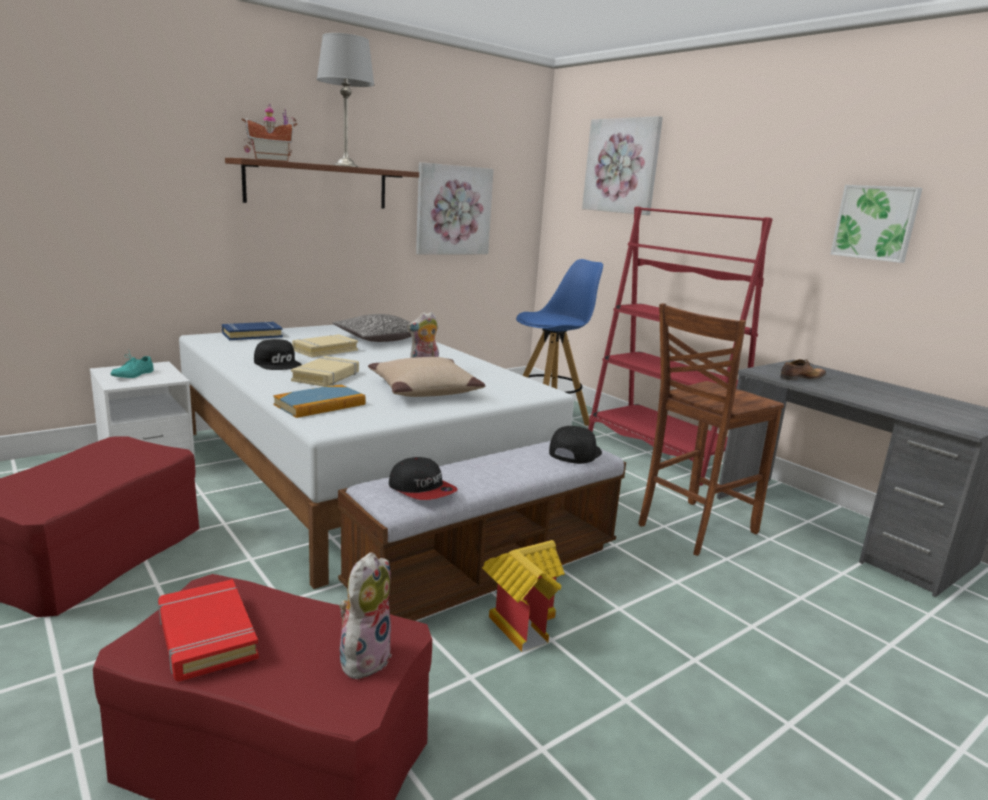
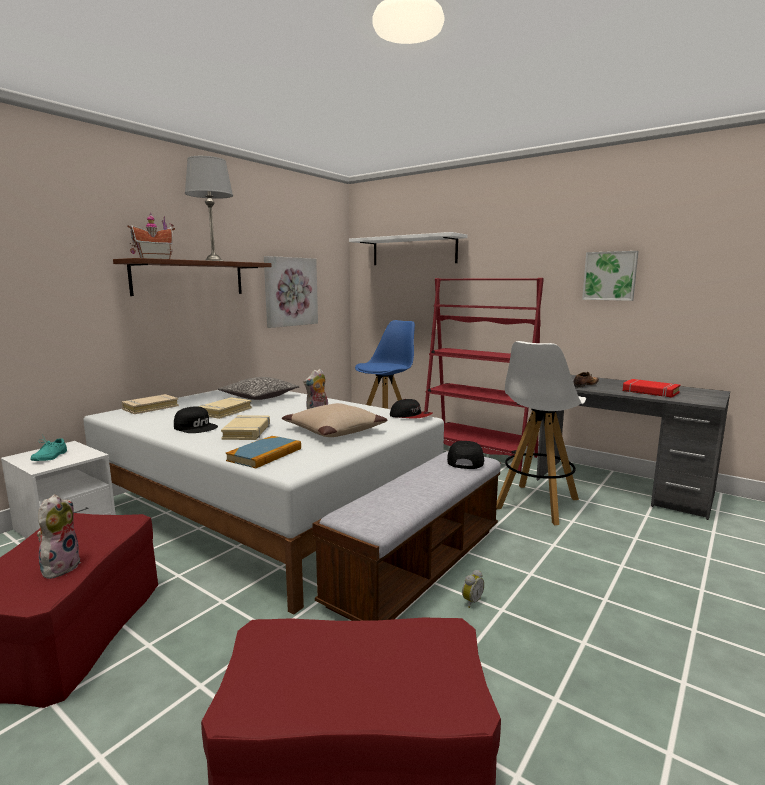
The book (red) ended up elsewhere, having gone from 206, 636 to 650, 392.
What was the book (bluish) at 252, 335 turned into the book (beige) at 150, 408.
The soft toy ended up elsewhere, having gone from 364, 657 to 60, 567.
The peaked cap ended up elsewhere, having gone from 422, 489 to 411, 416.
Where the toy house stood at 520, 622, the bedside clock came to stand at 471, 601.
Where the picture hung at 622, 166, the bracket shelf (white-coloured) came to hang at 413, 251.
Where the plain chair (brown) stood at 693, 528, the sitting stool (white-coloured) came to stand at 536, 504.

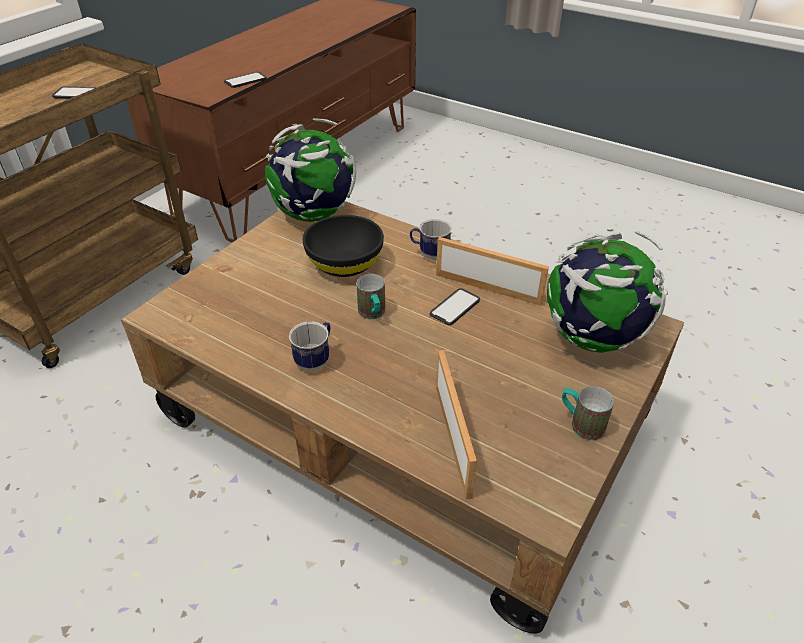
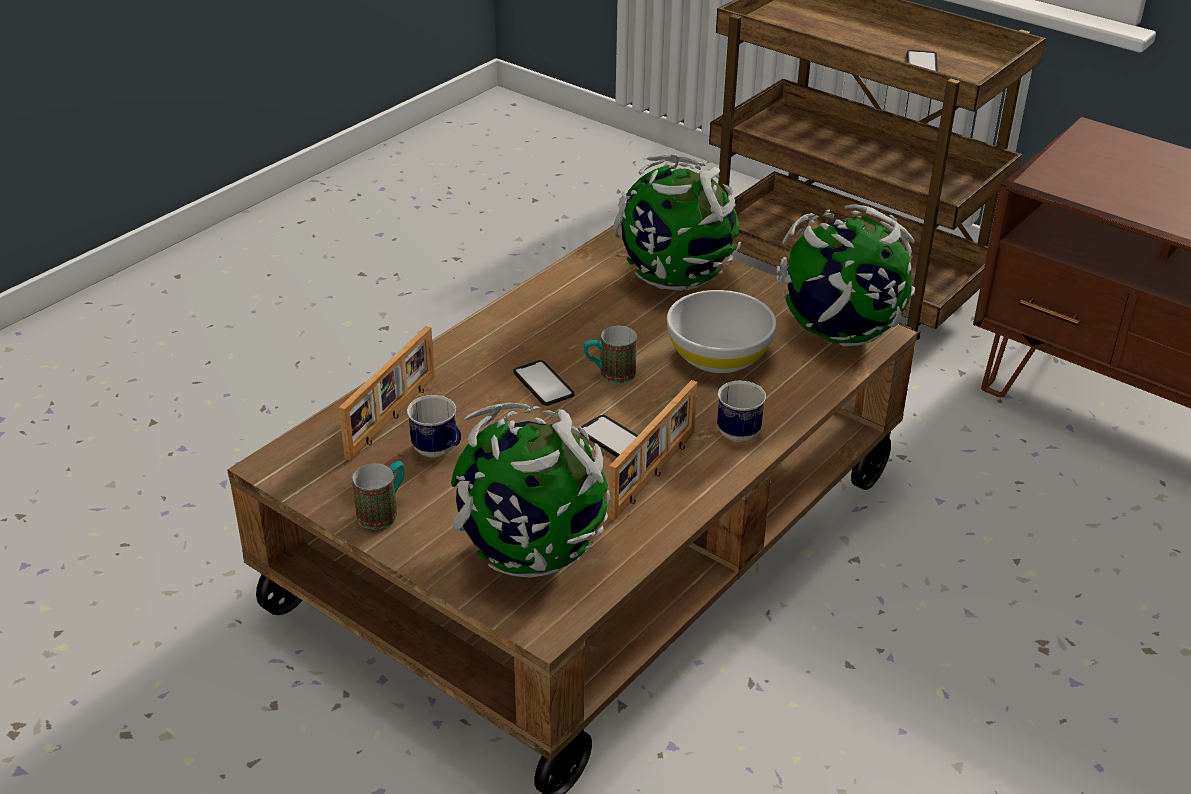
The telephone ended up elsewhere, having gone from 245, 80 to 543, 384.
The coffee mug ended up elsewhere, having gone from 315, 359 to 439, 451.
What was the serving bowl (black) at 344, 264 turned into the serving bowl (white-coloured) at 718, 356.
The picture frame at 455, 438 ended up facing another way, 60 degrees counterclockwise from before.
The second view gained the desk globe at 674, 279.

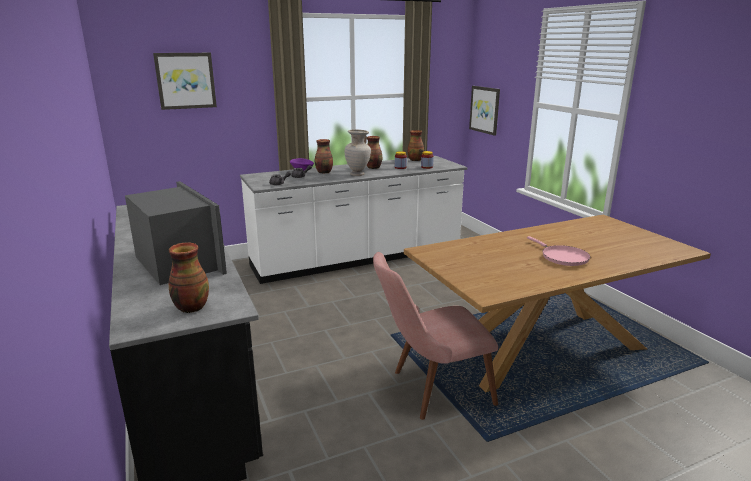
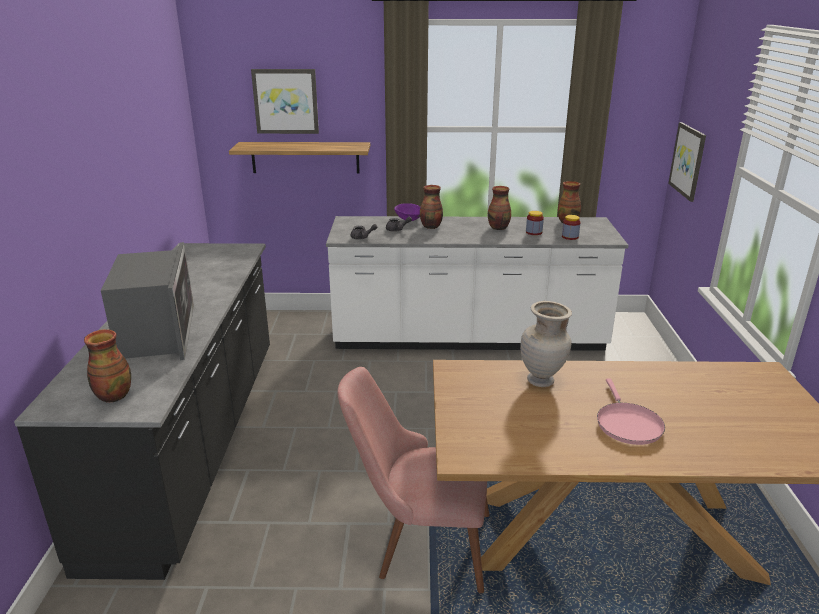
The decorative vase (beige) ended up elsewhere, having gone from 358, 174 to 541, 381.
The second view gained the bracket shelf at 305, 157.

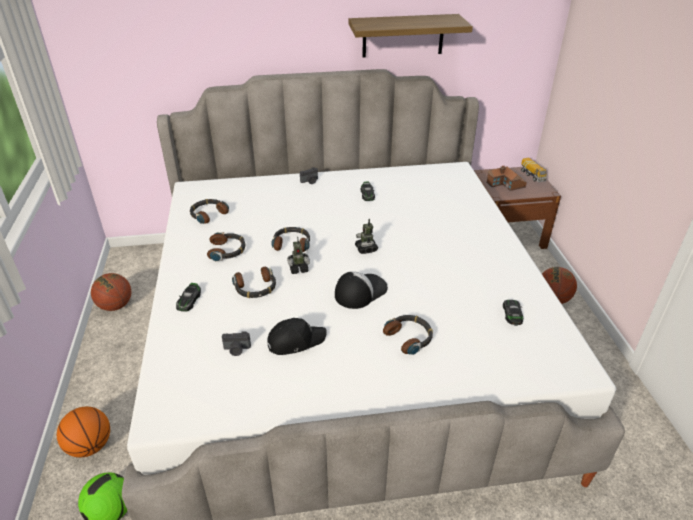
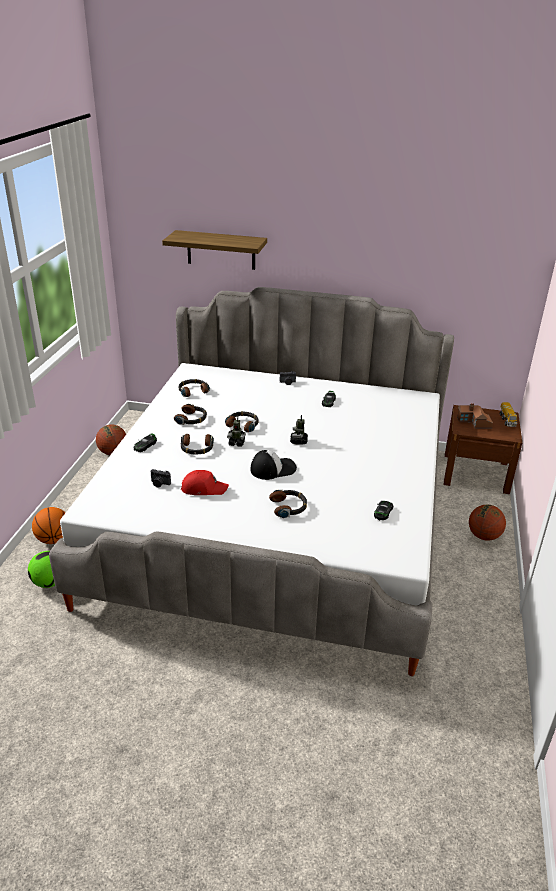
What was the peaked cap (black) at 295, 341 turned into the peaked cap (red) at 203, 488.
The bracket shelf ended up elsewhere, having gone from 403, 35 to 221, 250.

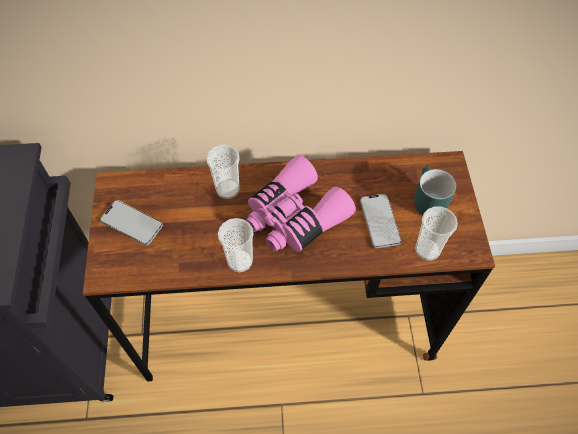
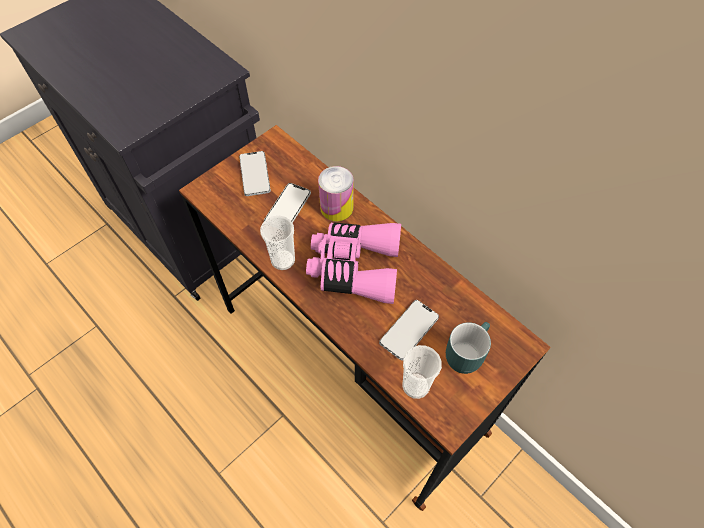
Where the cup stood at 228, 189, the can came to stand at 336, 207.
The second view gained the telephone at 287, 207.

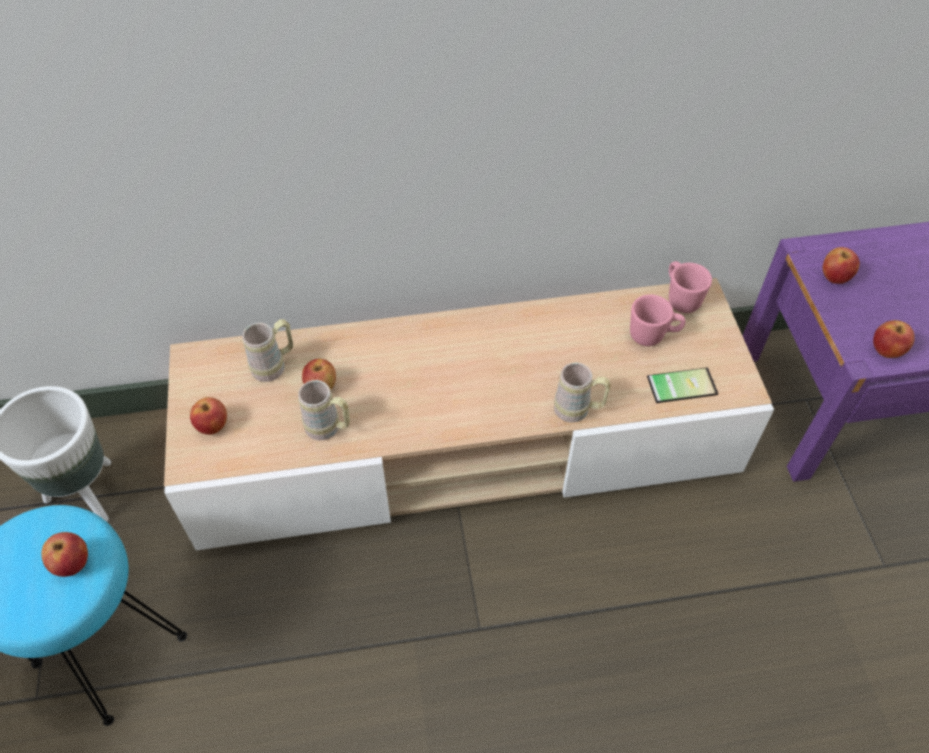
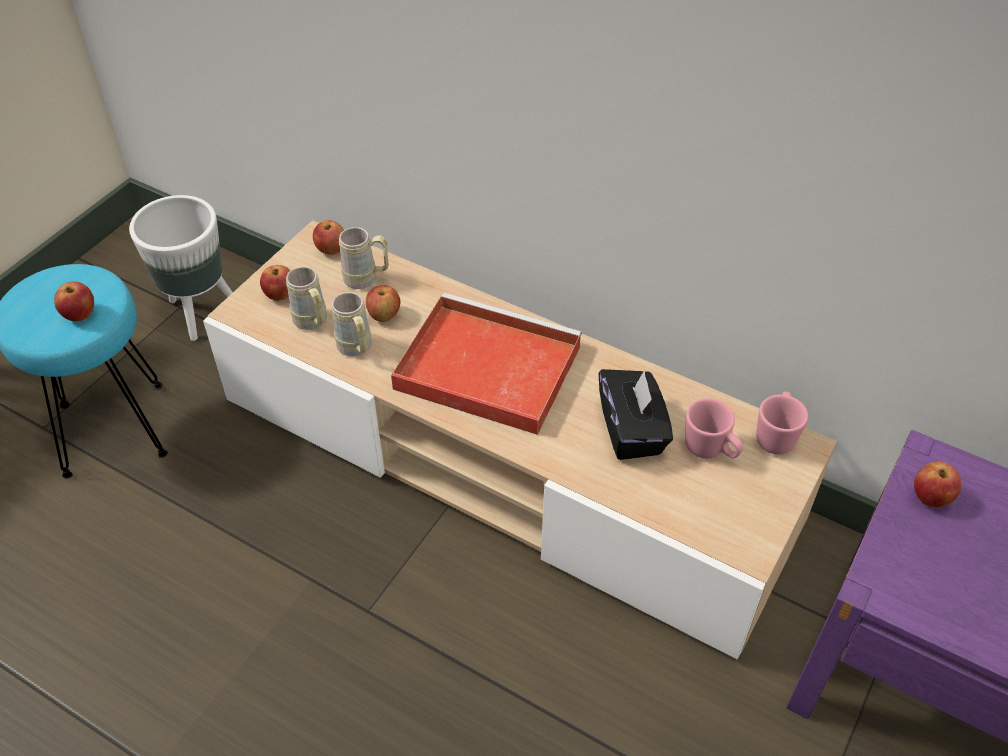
The coffee mug (beige) ended up elsewhere, having gone from 578, 411 to 313, 323.
The second view lost the telephone at 681, 382.
The whole apple ended up elsewhere, having gone from 886, 351 to 331, 250.
The second view gained the carrying tray (red) at 484, 367.
The second view gained the tissue box (black) at 632, 430.

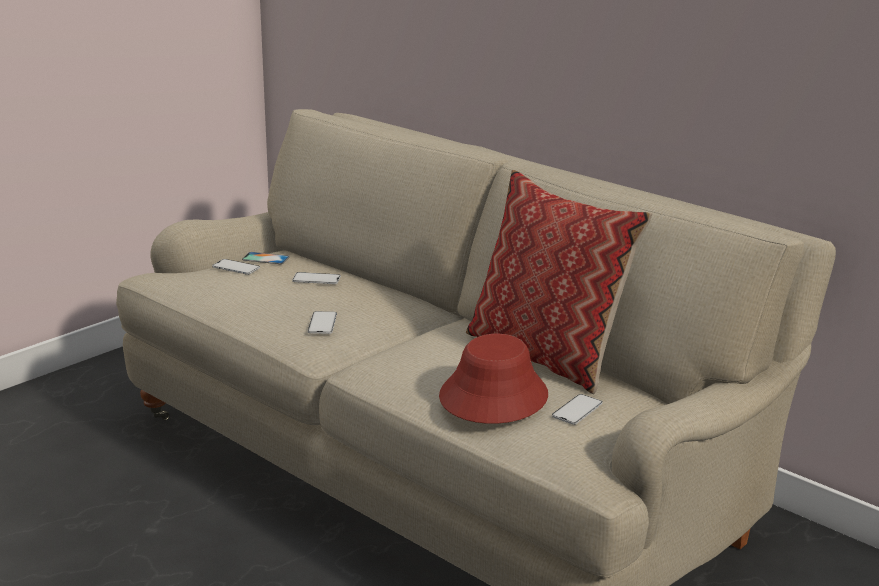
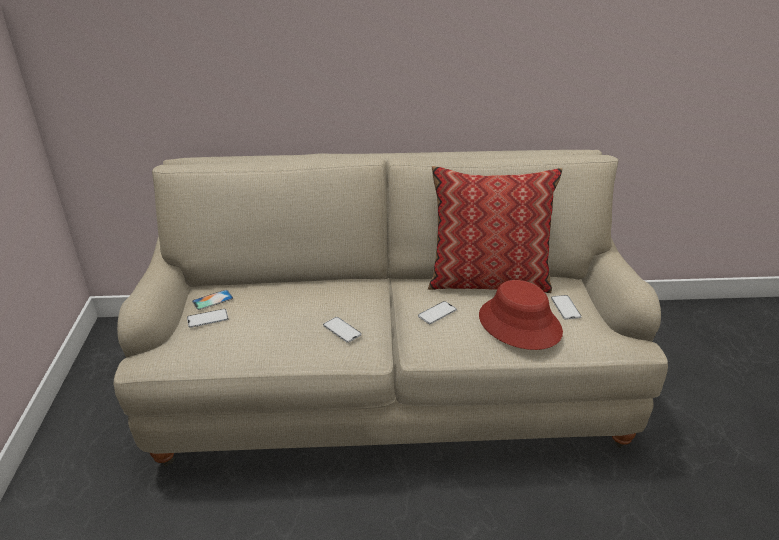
The telephone ended up elsewhere, having gone from 316, 279 to 437, 313.

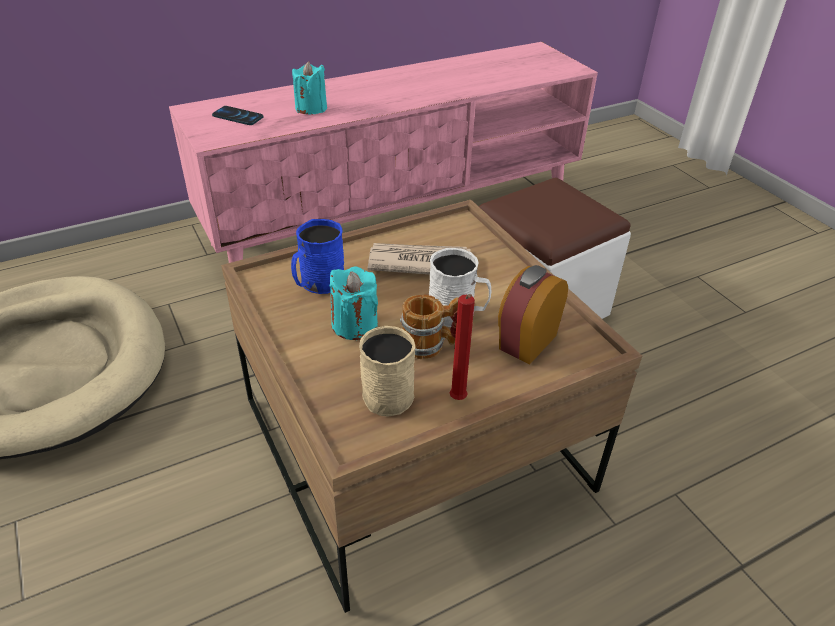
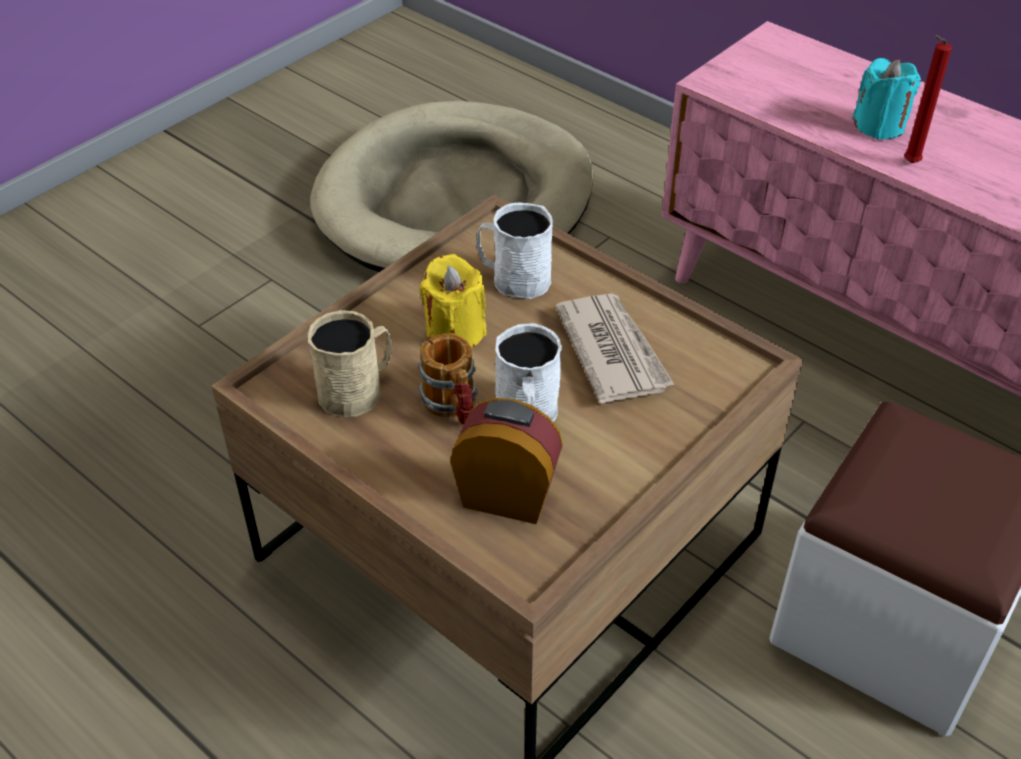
The second view lost the telephone at 238, 117.
What was the coffee mug (bluish) at 318, 283 turned into the coffee mug (white-coloured) at 513, 279.
What was the candle (turquoise-coloured) at 354, 325 turned into the candle (yellow-coloured) at 455, 332.
The candle (red) ended up elsewhere, having gone from 458, 401 to 908, 163.

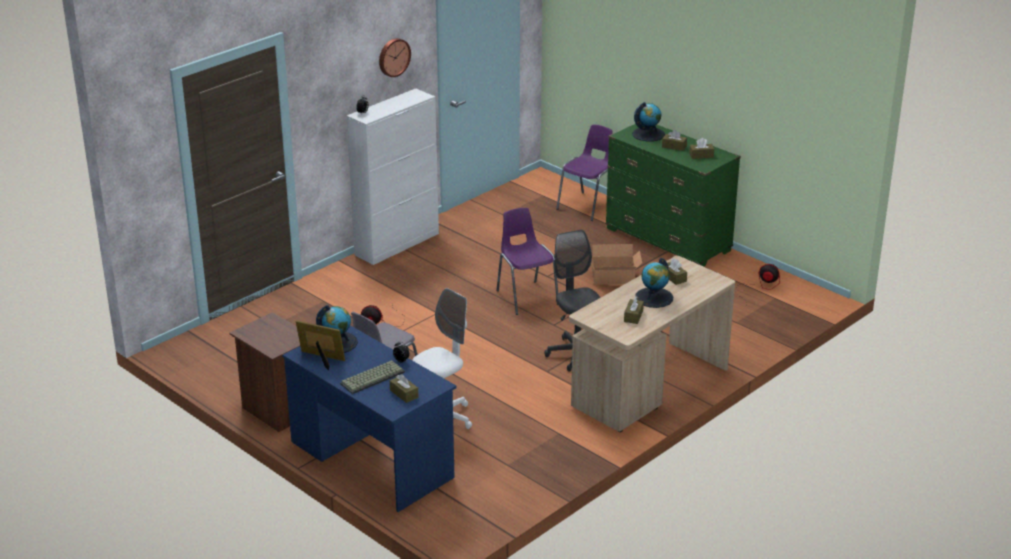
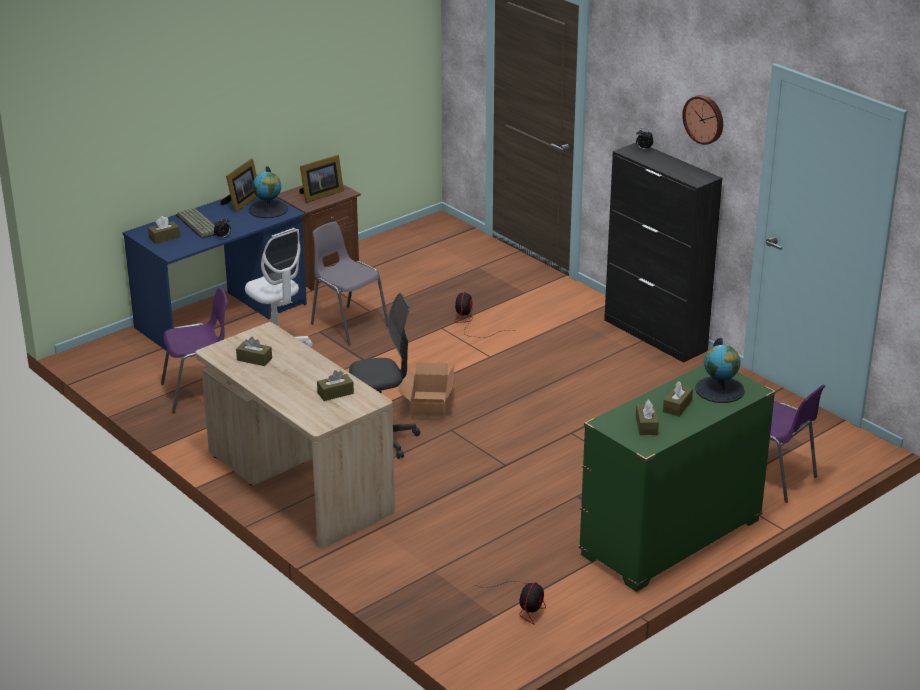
What was the storage cabinet (white-coloured) at 397, 244 turned into the storage cabinet (black) at 655, 335.
The plain chair (purplish) ended up elsewhere, having gone from 526, 297 to 200, 392.
The cardboard box ended up elsewhere, having gone from 614, 278 to 427, 406.
The second view lost the desk globe at 654, 297.
The second view gained the picture frame at 320, 195.

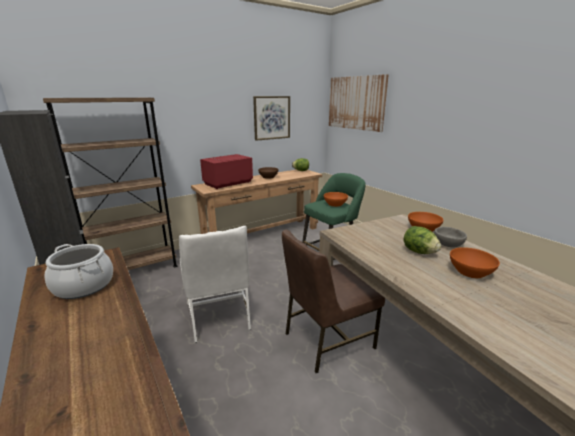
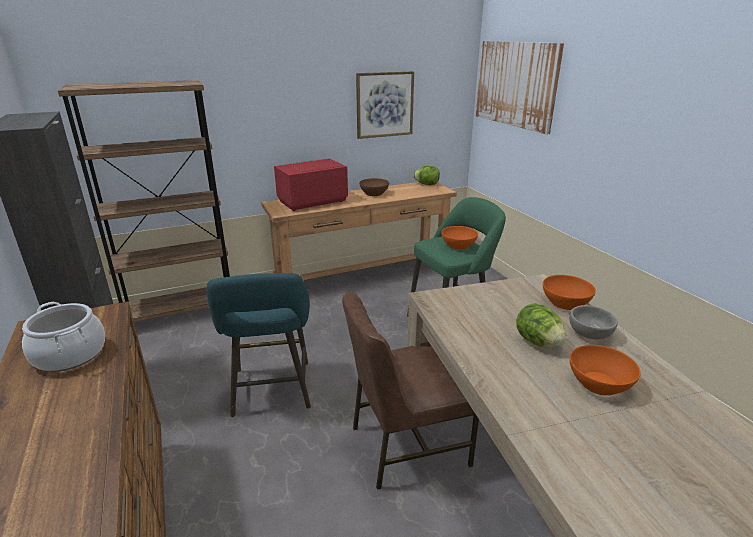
Where the plain chair (white-coloured) stood at 218, 316, the sitting stool (turquoise-coloured) came to stand at 271, 392.

